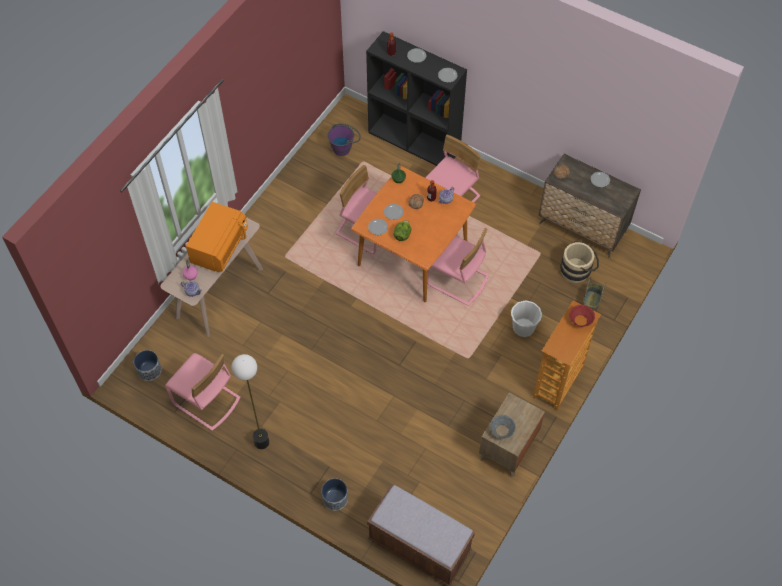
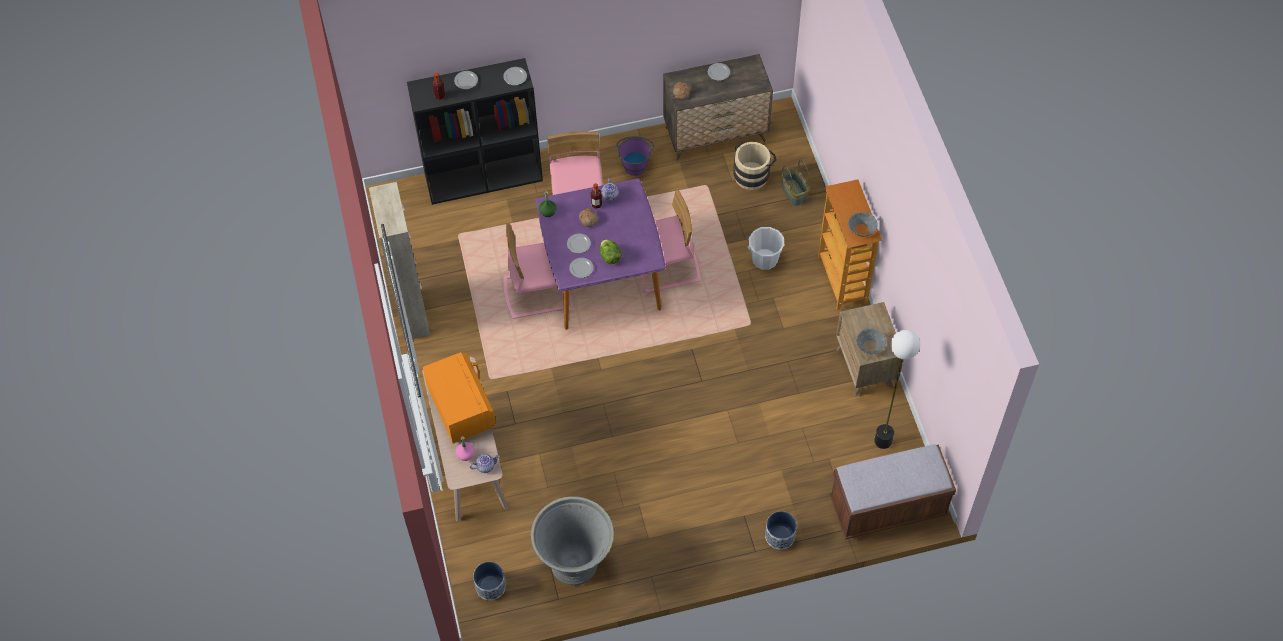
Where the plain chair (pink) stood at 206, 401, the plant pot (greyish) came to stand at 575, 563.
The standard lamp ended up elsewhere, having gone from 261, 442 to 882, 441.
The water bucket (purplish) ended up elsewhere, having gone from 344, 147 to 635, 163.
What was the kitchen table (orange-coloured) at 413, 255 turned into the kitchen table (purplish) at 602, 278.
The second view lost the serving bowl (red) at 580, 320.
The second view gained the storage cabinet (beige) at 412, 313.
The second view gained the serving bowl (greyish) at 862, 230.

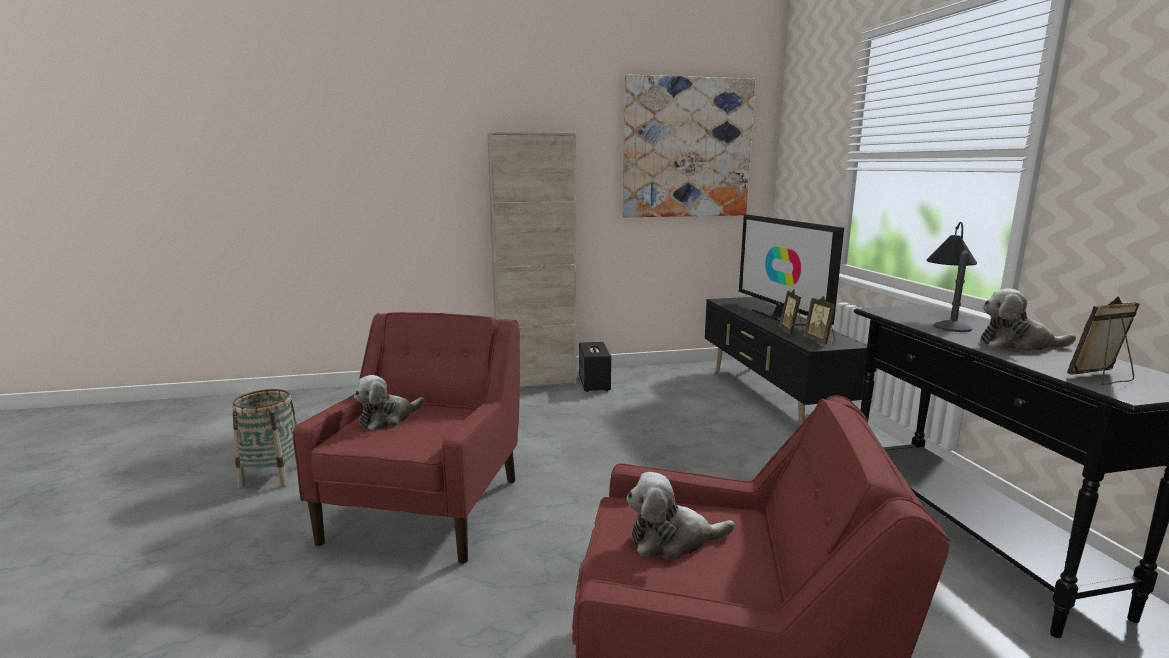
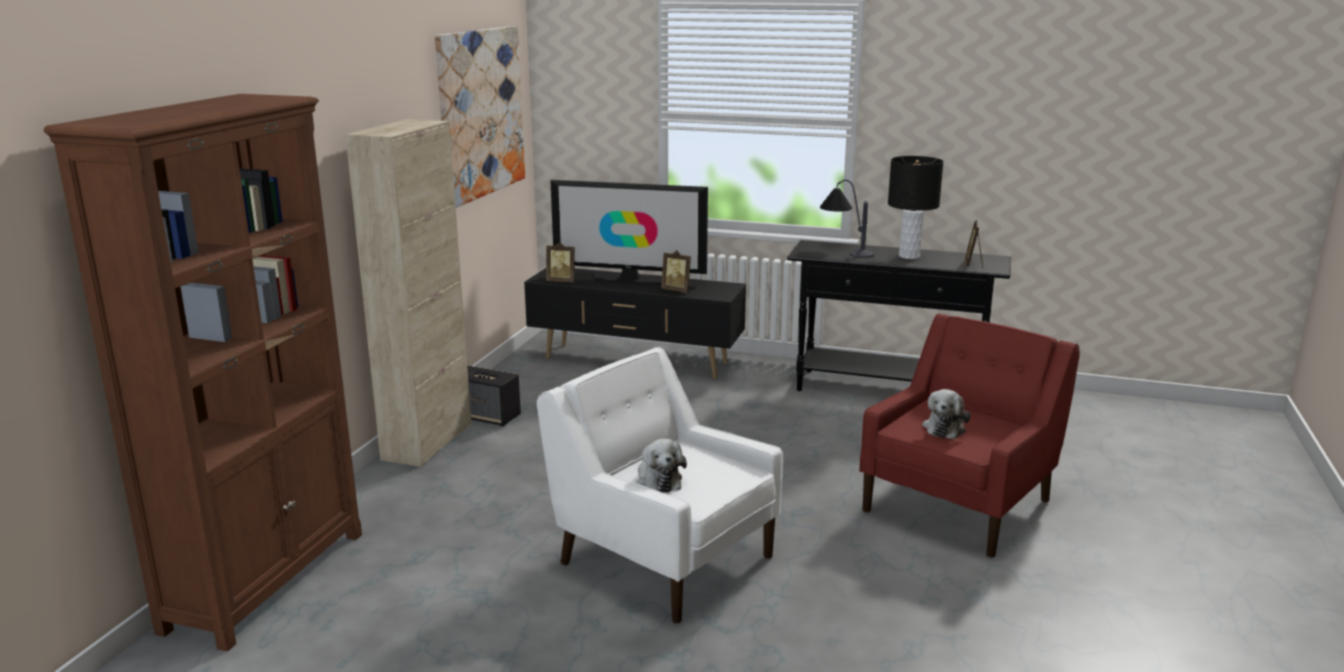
The second view lost the storage basket at 272, 475.
What was the armchair (red) at 427, 508 turned into the armchair (white-coloured) at 663, 558.
The picture frame ended up elsewhere, having gone from 820, 341 to 562, 281.
Where the soft toy stood at 1018, 345, the table lamp (black) came to stand at 909, 256.
The second view gained the bookshelf (brown) at 267, 579.

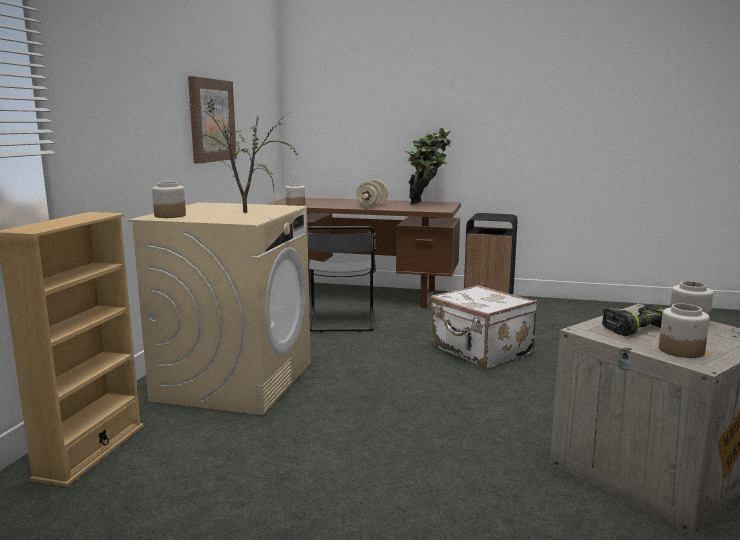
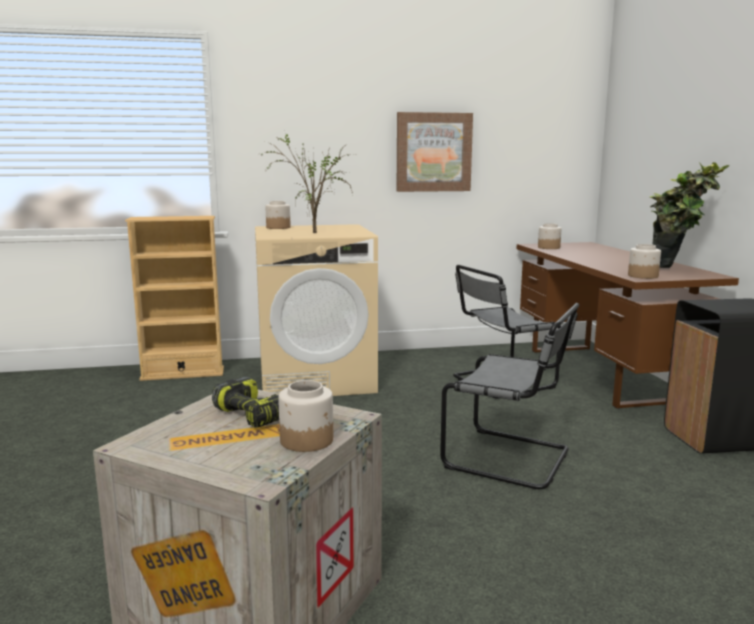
The second view lost the dumbbell (beige) at 372, 206.
Where the piece of luggage (white-coloured) stood at 480, 351, the plain chair (greyish) came to stand at 512, 459.
The storage jar ended up elsewhere, having gone from 681, 351 to 642, 276.

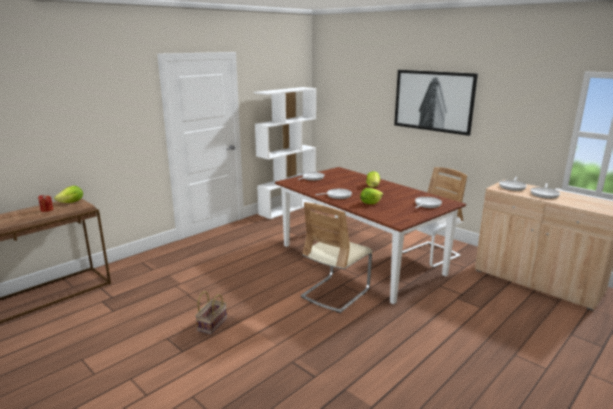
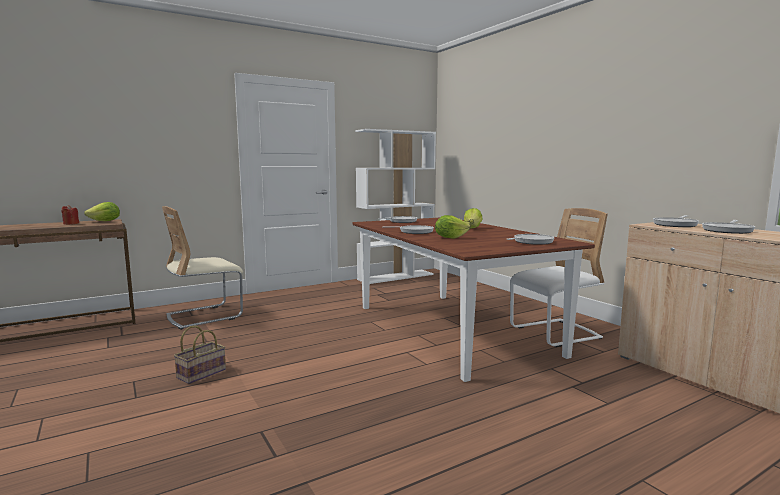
The plain chair (beige) ended up elsewhere, having gone from 335, 293 to 204, 316.
The second view lost the picture at 433, 101.

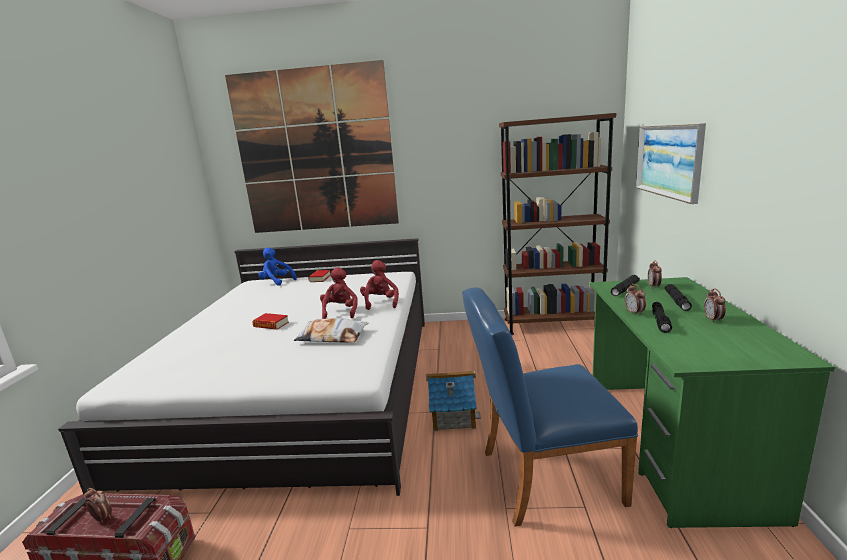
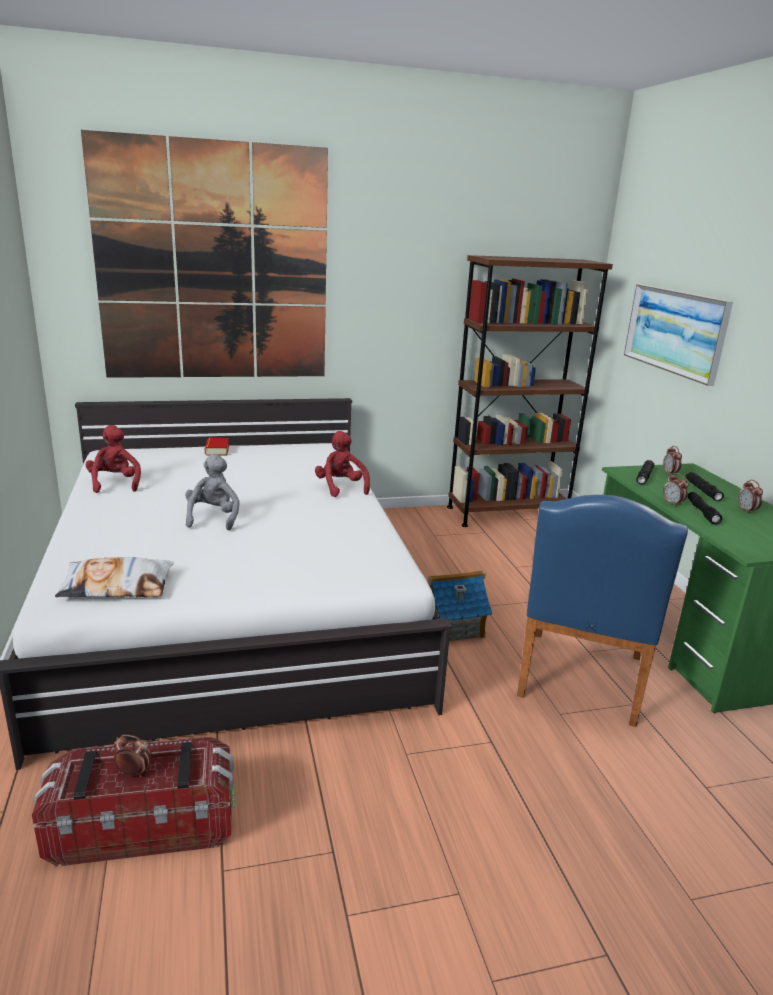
Where the book stood at 271, 325, the soft toy (greyish) came to stand at 213, 518.
The second view lost the soft toy (bluish) at 276, 282.
The pillow ended up elsewhere, having gone from 332, 336 to 117, 586.
The soft toy (red) ended up elsewhere, having gone from 340, 312 to 115, 483.
The plain chair (bluish) at 541, 478 ended up facing another way, 45 degrees counterclockwise from before.

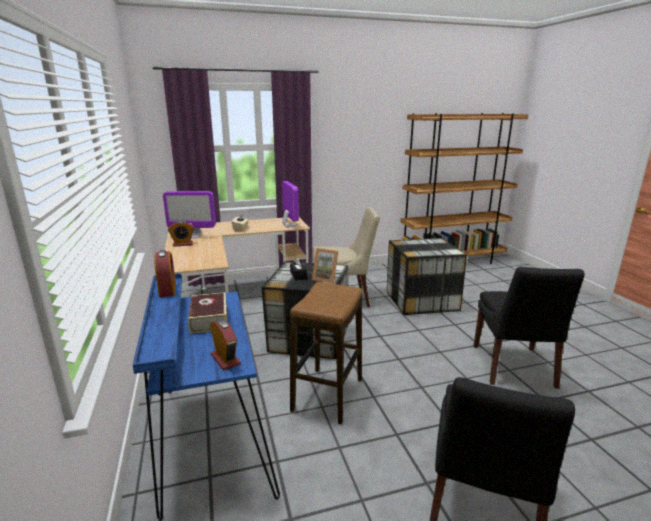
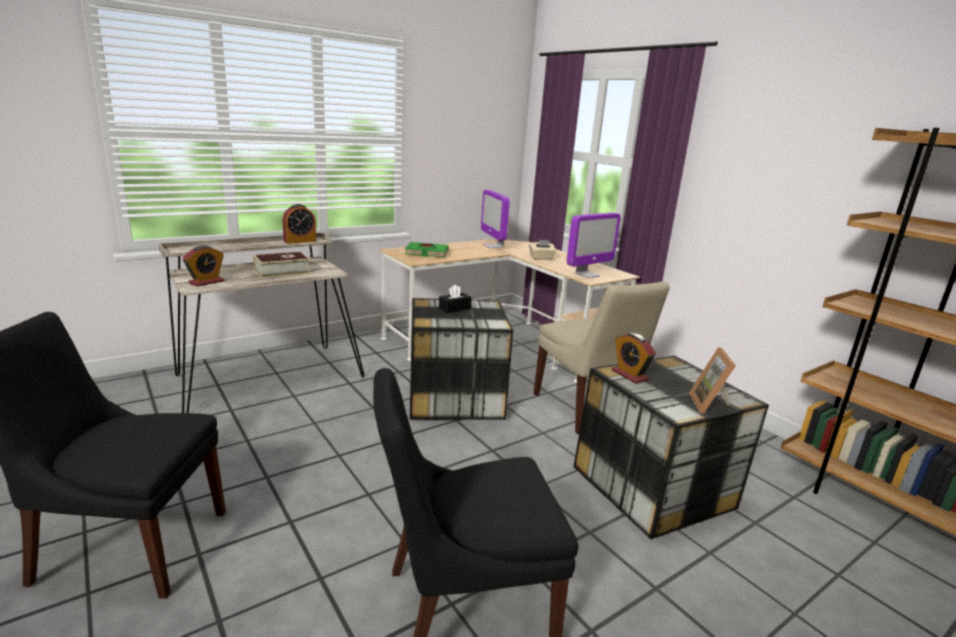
What was the desk table (bluish) at 211, 435 turned into the desk table (beige) at 267, 376.
The bedside clock ended up elsewhere, having gone from 182, 244 to 629, 375.
The second view lost the sitting stool at 327, 395.
The picture frame ended up elsewhere, having gone from 326, 279 to 711, 405.
The second view gained the book (green-coloured) at 426, 253.

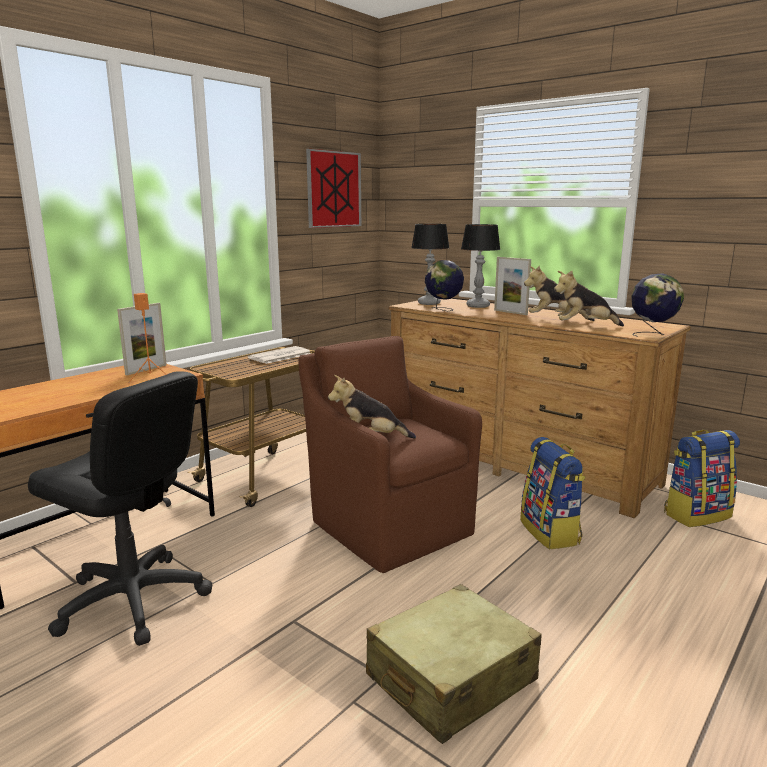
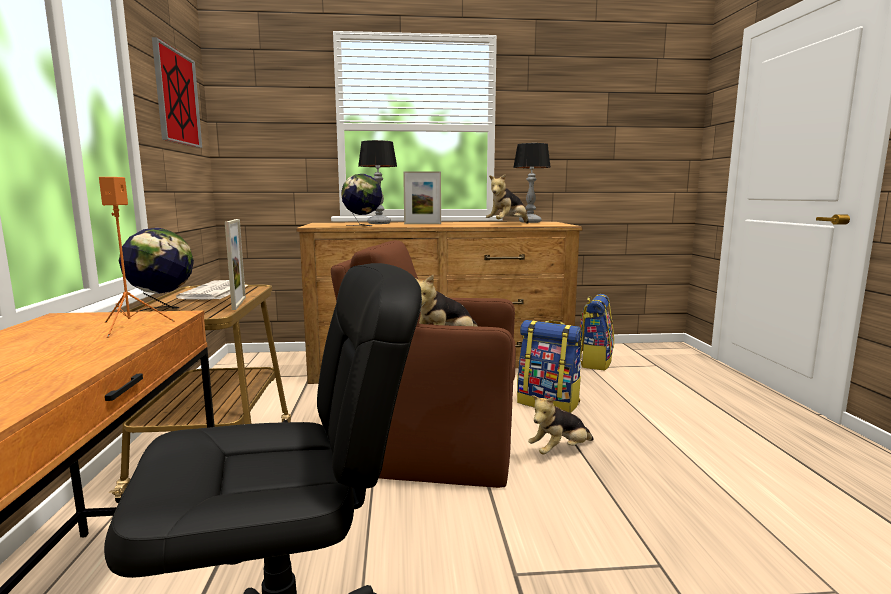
The picture frame ended up elsewhere, having gone from 146, 370 to 239, 303.
The second view lost the piece of luggage (beige) at 450, 679.
The table lamp ended up elsewhere, having gone from 429, 303 to 530, 222.
The soft toy ended up elsewhere, having gone from 555, 319 to 560, 451.
The desk globe ended up elsewhere, having gone from 652, 334 to 162, 310.

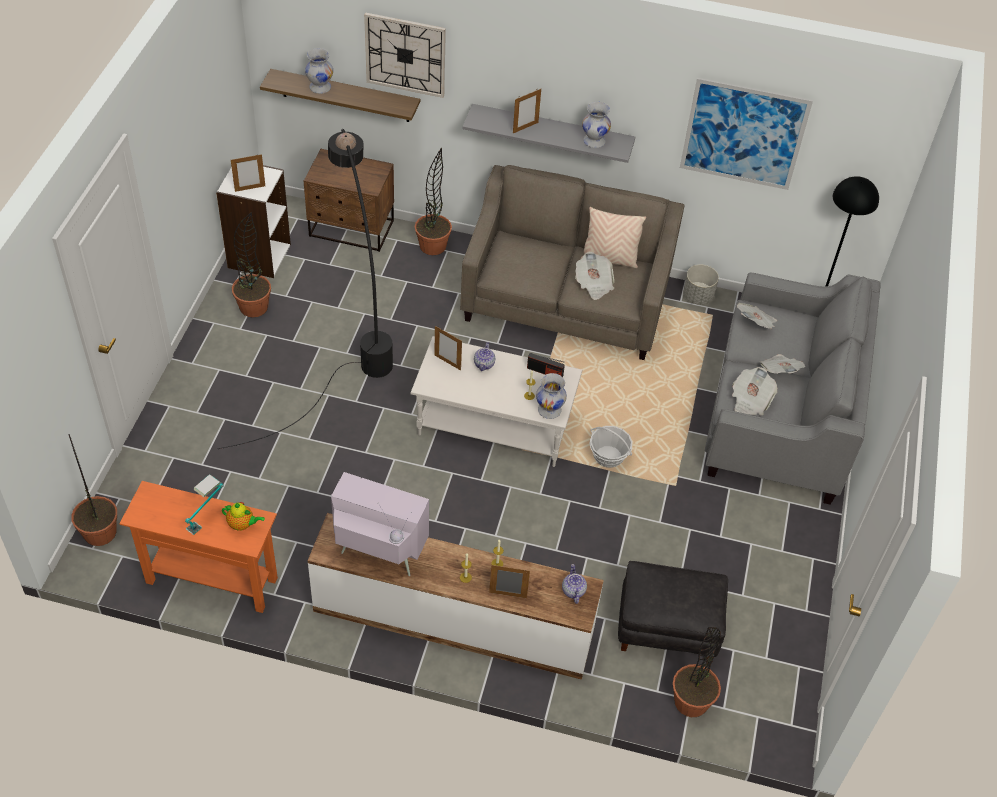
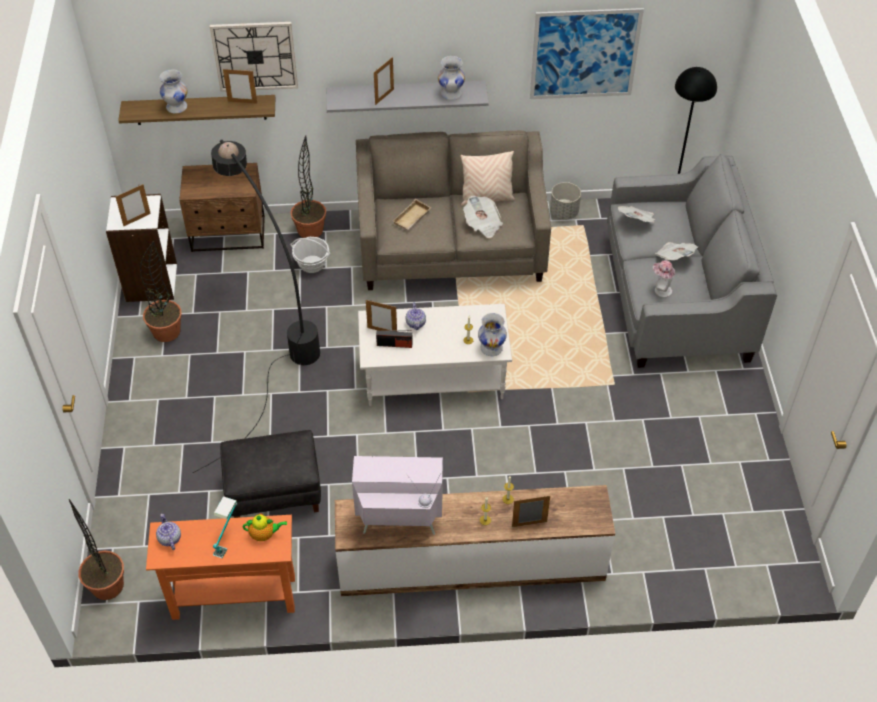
The radio ended up elsewhere, having gone from 545, 372 to 394, 344.
The teapot ended up elsewhere, having gone from 573, 590 to 169, 538.
The storage basket ended up elsewhere, having gone from 608, 457 to 312, 264.
The pouffe (black) ended up elsewhere, having gone from 668, 627 to 275, 491.
The second view lost the houseplant at 691, 701.
Where the newspaper stood at 750, 400, the hat came to stand at 660, 290.
The second view gained the picture frame at 242, 102.
The second view gained the carrying tray (beige) at 412, 218.

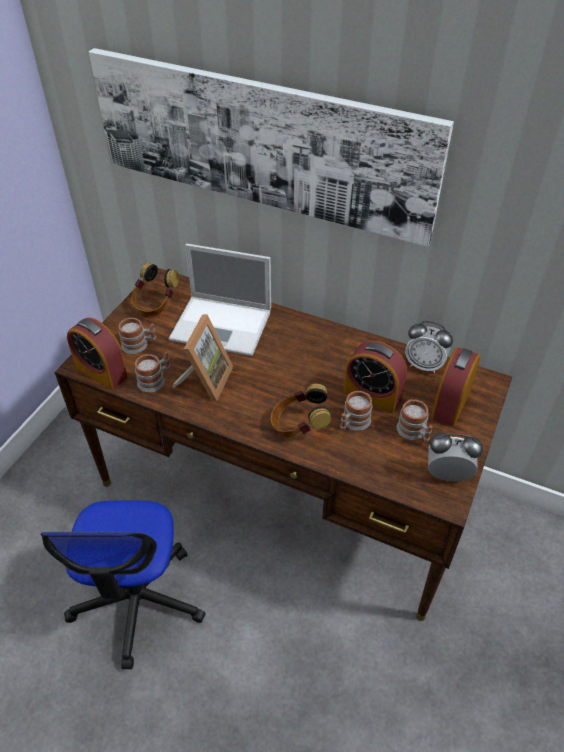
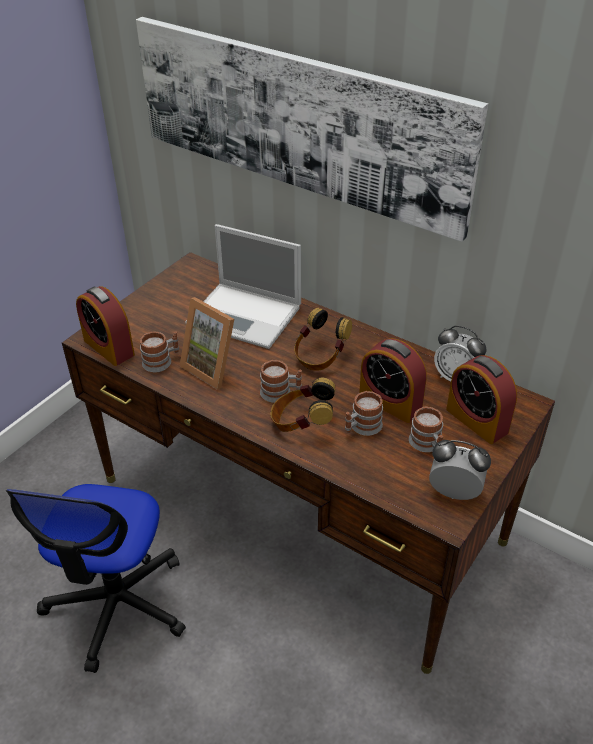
The coffee mug ended up elsewhere, having gone from 139, 345 to 280, 393.
The headset ended up elsewhere, having gone from 155, 304 to 320, 357.
The picture frame at 205, 380 ended up facing another way, 105 degrees clockwise from before.
The bedside clock at 451, 403 ended up facing another way, 75 degrees counterclockwise from before.

